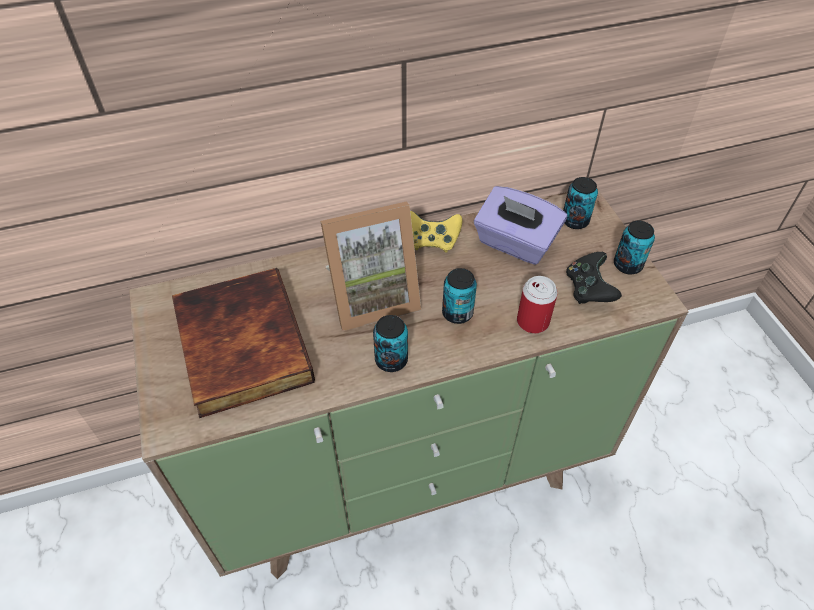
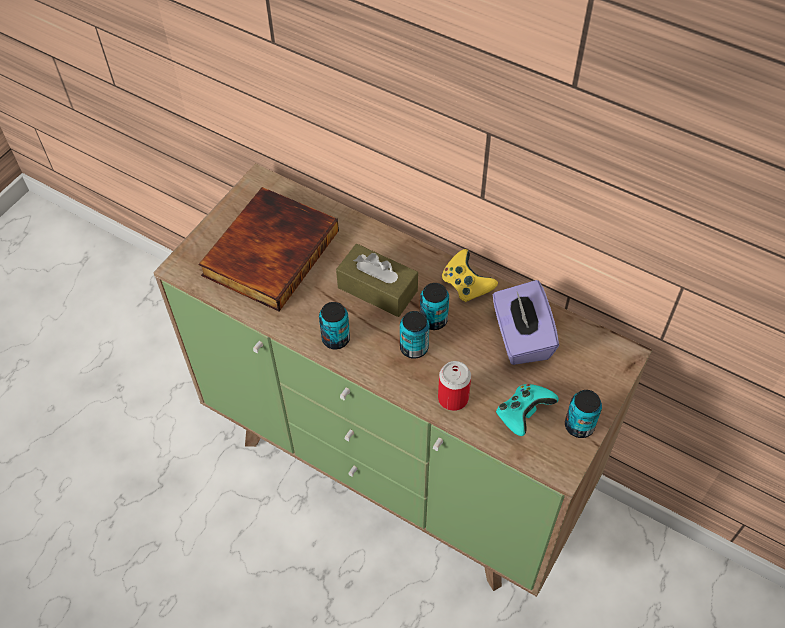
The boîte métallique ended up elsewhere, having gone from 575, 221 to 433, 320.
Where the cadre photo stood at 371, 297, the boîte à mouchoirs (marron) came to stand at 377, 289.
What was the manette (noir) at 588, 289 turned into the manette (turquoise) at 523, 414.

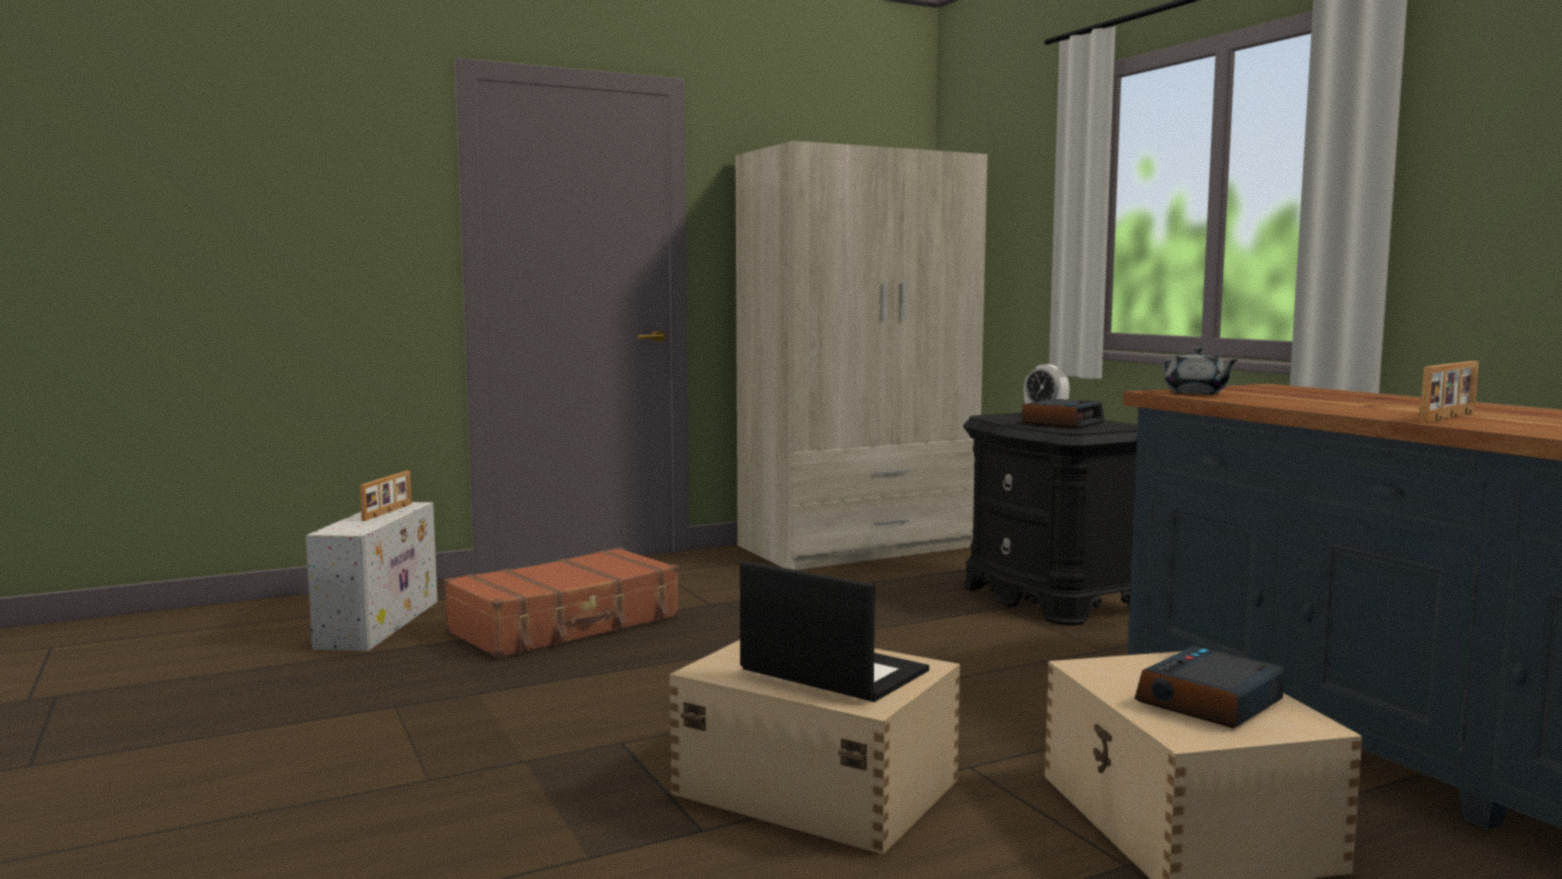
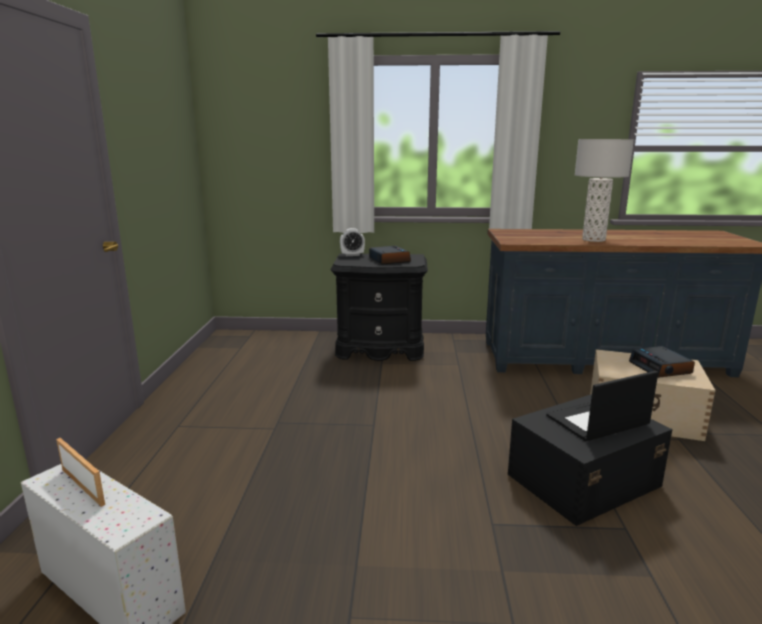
The second view lost the armoire (beige) at 859, 547.
The second view lost the théière (gris) at 1196, 393.
The second view lost the cadre photo at 1450, 417.
The second view lost the valise (marron) at 566, 625.
What was the boîte de rangement (beige) at 814, 786 turned into the boîte de rangement (noir) at 581, 480.
The second view gained the lampe de table (blanc) at 594, 239.

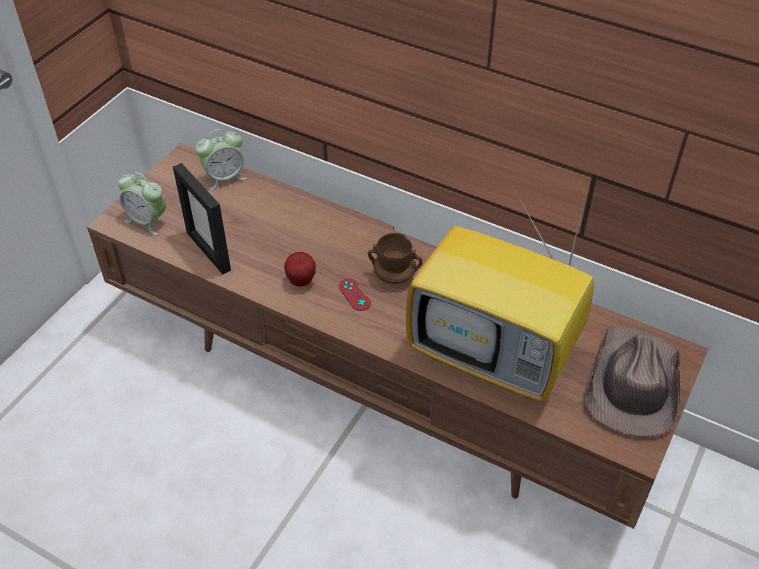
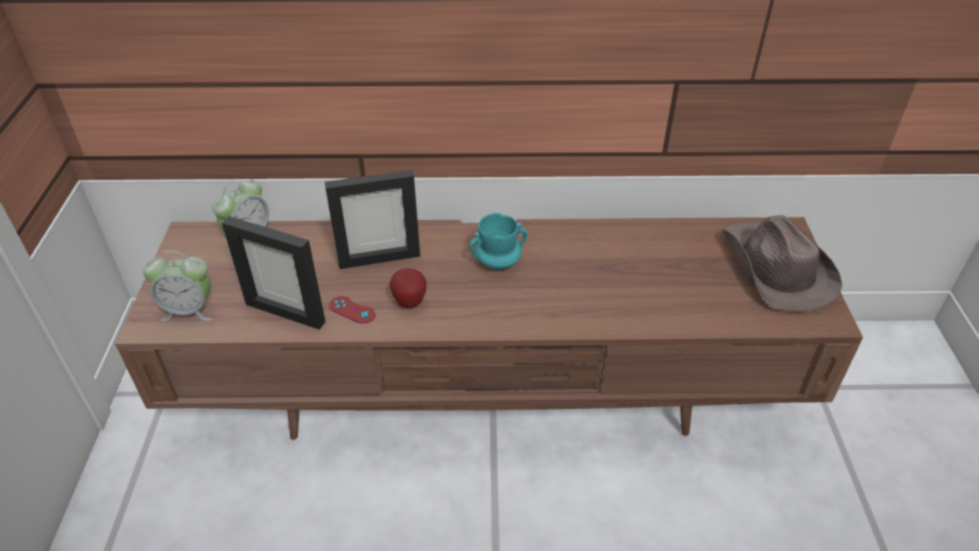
The second view lost the téléviseur at 496, 356.
What was the mug (marron) at 394, 276 turned into the mug (turquoise) at 498, 262.
The manette (rouge) ended up elsewhere, having gone from 354, 294 to 352, 310.
The second view gained the cadre photo at 379, 258.

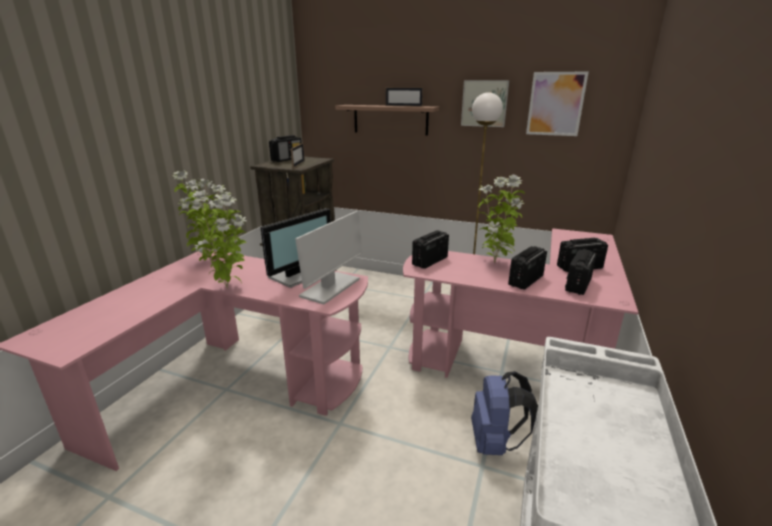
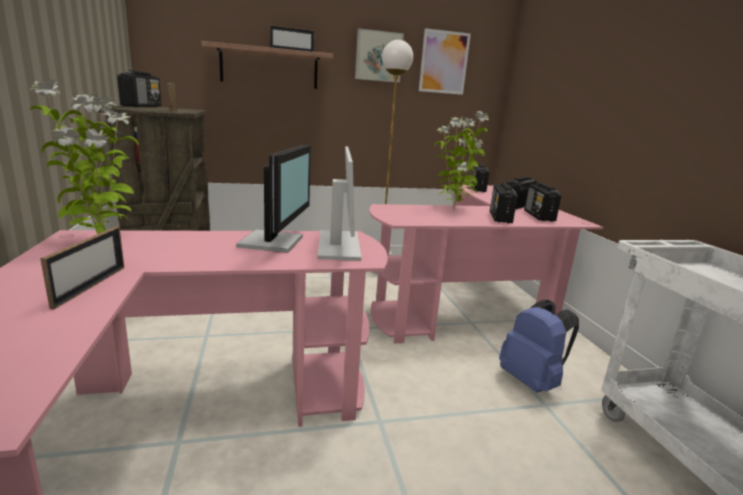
The second view lost the plante en pot at 229, 288.
The radio ended up elsewhere, having gone from 429, 261 to 477, 189.
The second view gained the cadre photo at 91, 286.

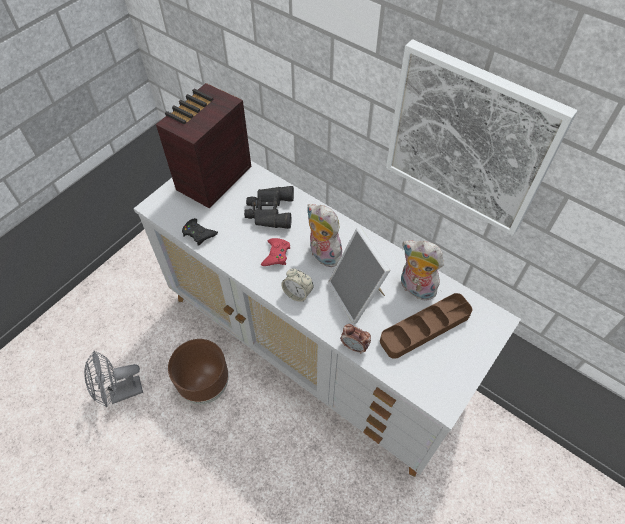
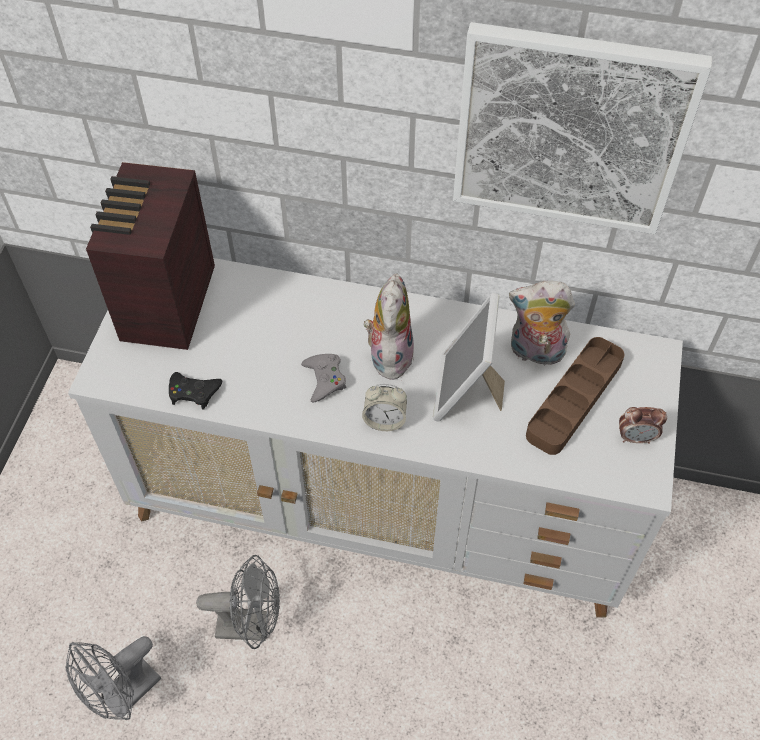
The second view lost the jumelles (noir) at 269, 211.
The peluche at 322, 254 ended up facing another way, 75 degrees clockwise from before.
The cadre photo at 358, 296 ended up facing another way, 60 degrees clockwise from before.
What was the manette (rouge) at 276, 255 turned into the manette (gris) at 324, 379.
The réveil ended up elsewhere, having gone from 354, 346 to 636, 438.
Where the cache-pot (marron) stood at 205, 385, the ventilateur (gris) came to stand at 251, 625.

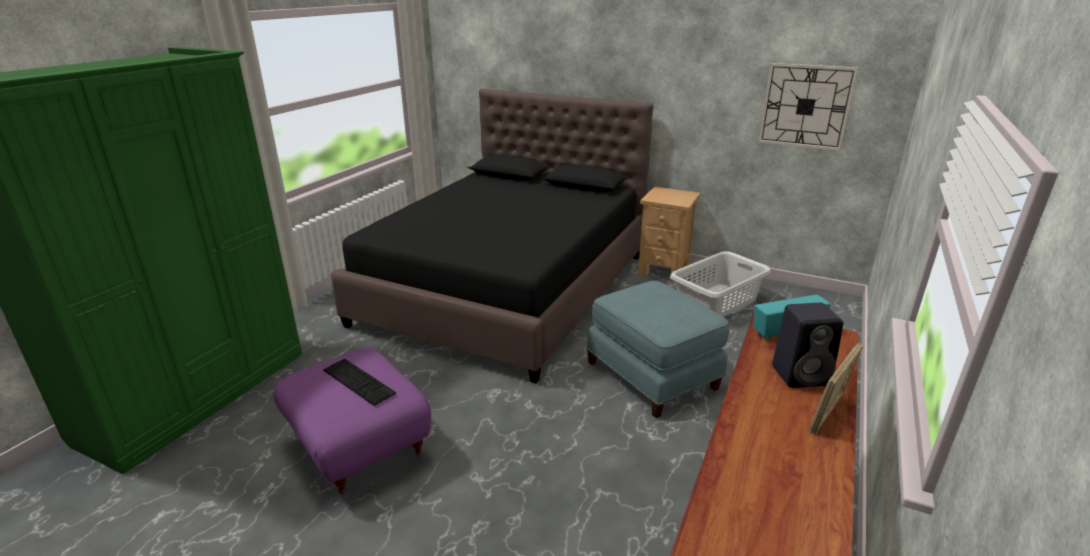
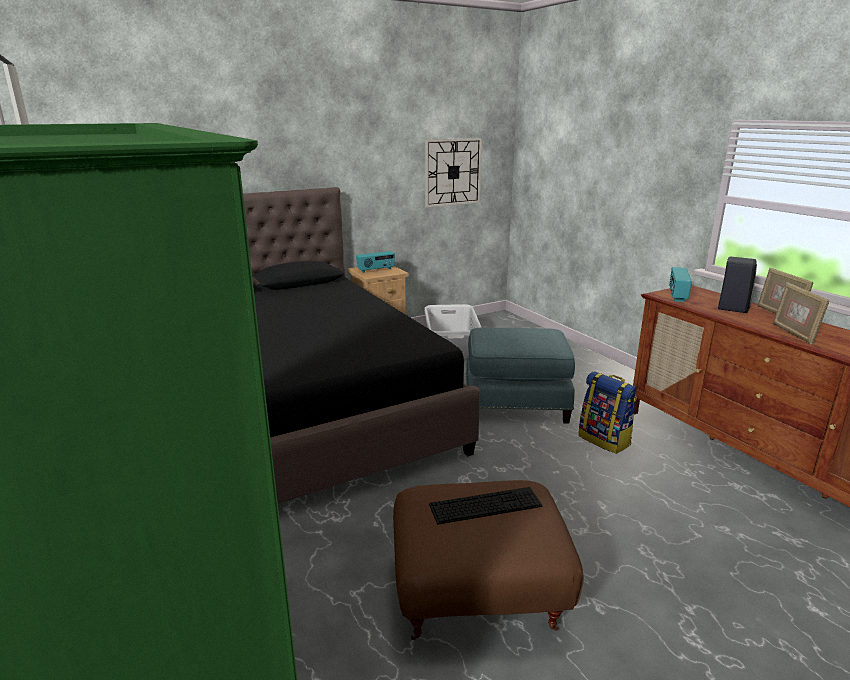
What was the pouf (violet) at 357, 449 turned into the pouf (marron) at 477, 597.
The second view gained the radio at 376, 270.
The second view gained the cadre photo at 793, 334.
The second view gained the sac à dos at 605, 440.

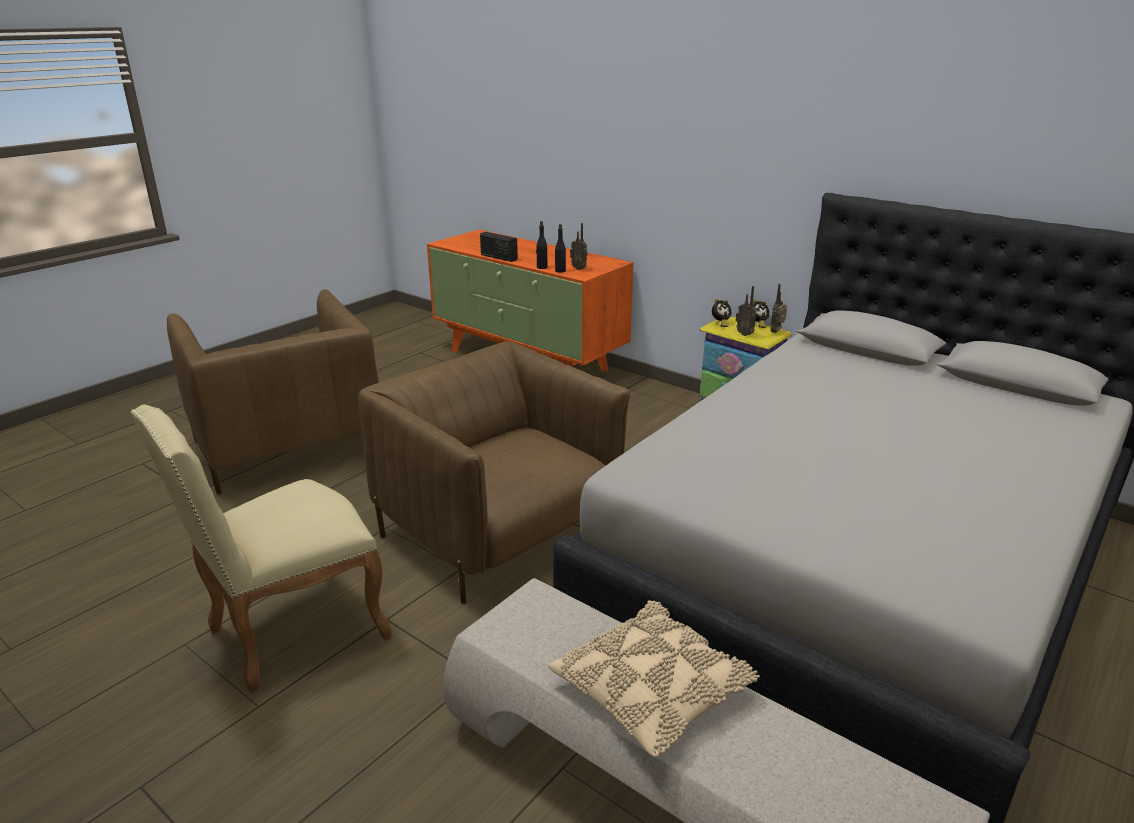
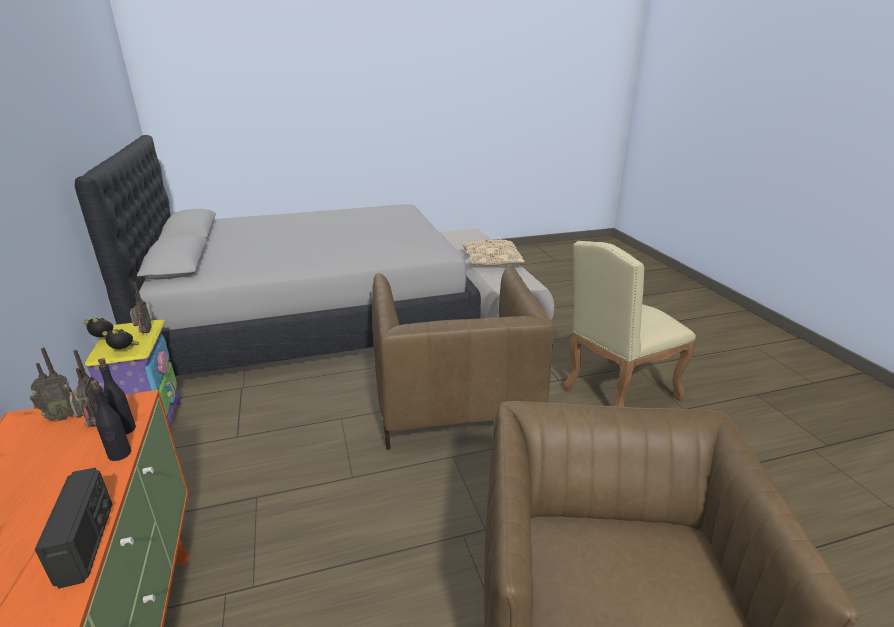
The radio ended up elsewhere, having gone from 777, 332 to 61, 417.
The chaise (beige) at 292, 631 ended up facing another way, 150 degrees clockwise from before.

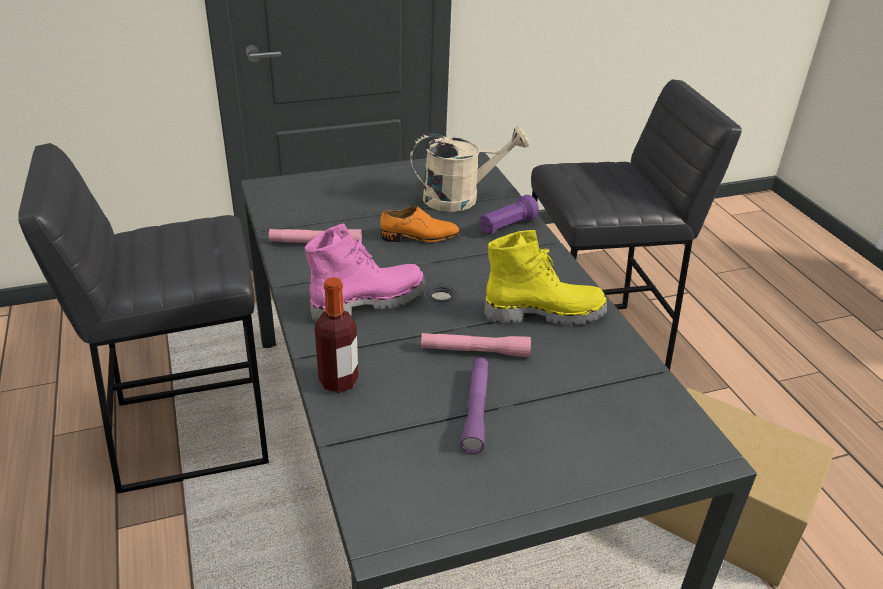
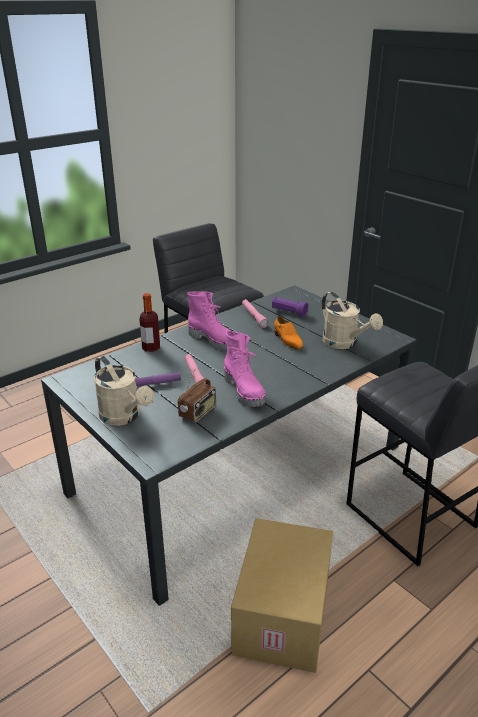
The lampe de poche (violet) ended up elsewhere, having gone from 506, 226 to 288, 312.
What was the botte (jaune) at 544, 313 turned into the botte (rose) at 245, 390.
The second view gained the arrosoir (beige) at 124, 417.
The second view gained the radio at 198, 412.

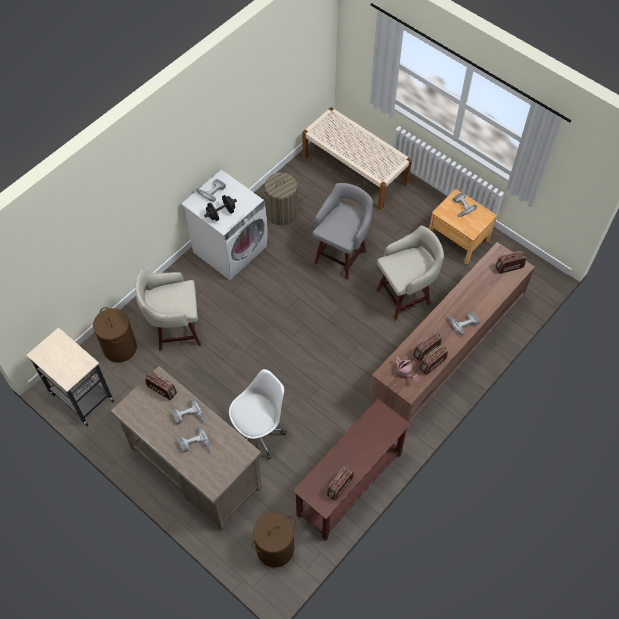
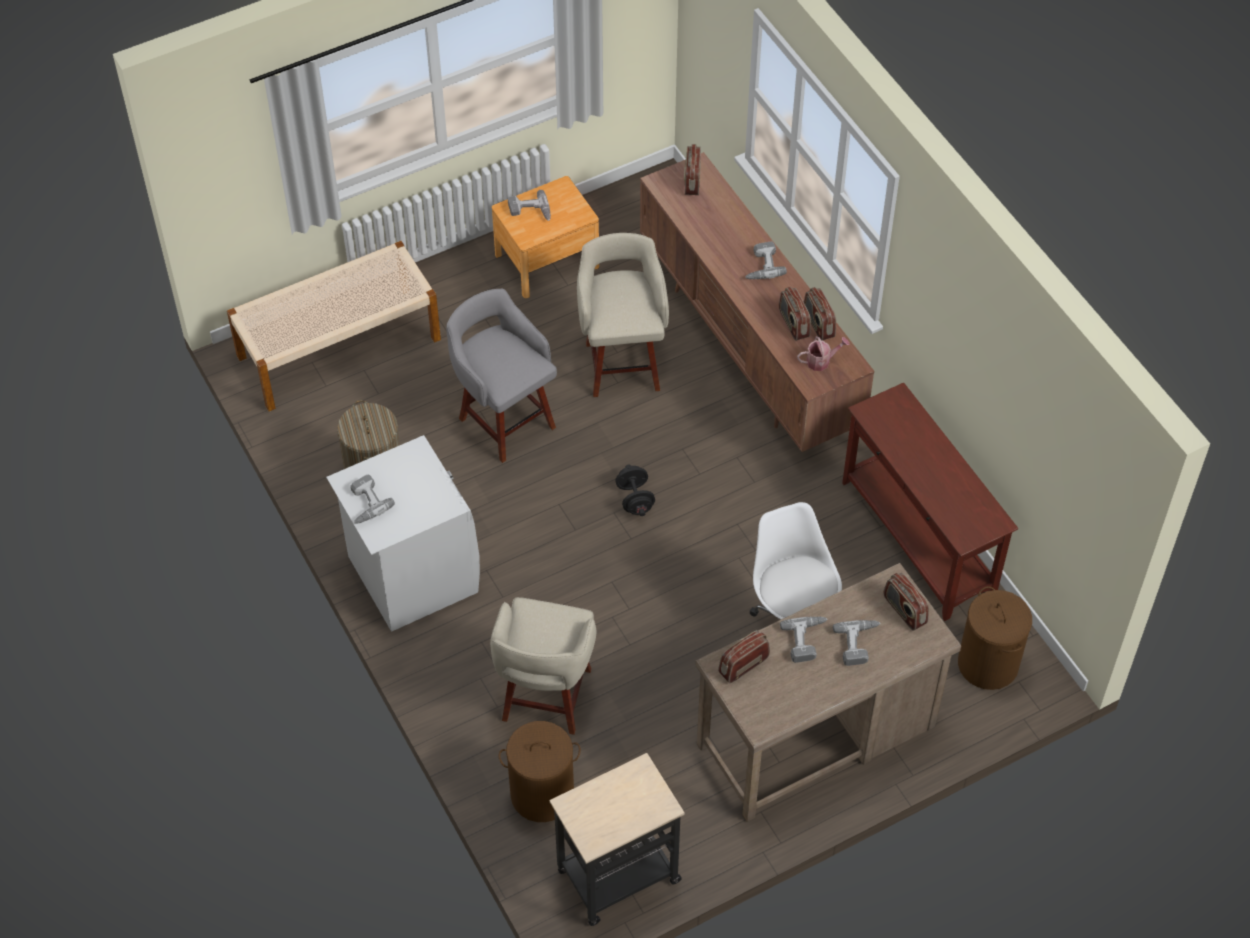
The haltère (noir) ended up elsewhere, having gone from 221, 213 to 635, 499.
The radio ended up elsewhere, having gone from 339, 486 to 904, 610.

